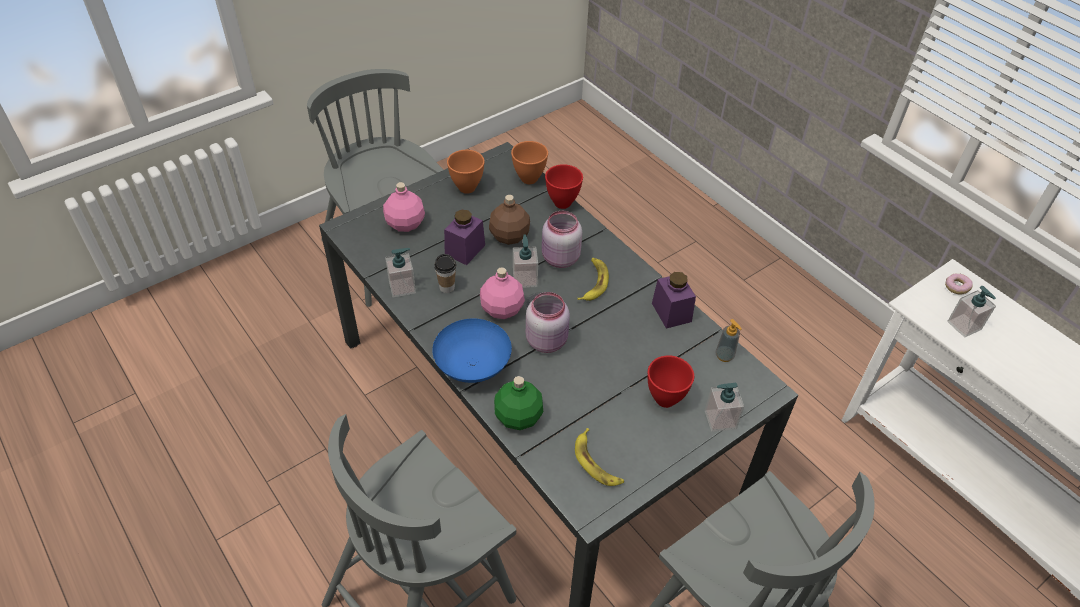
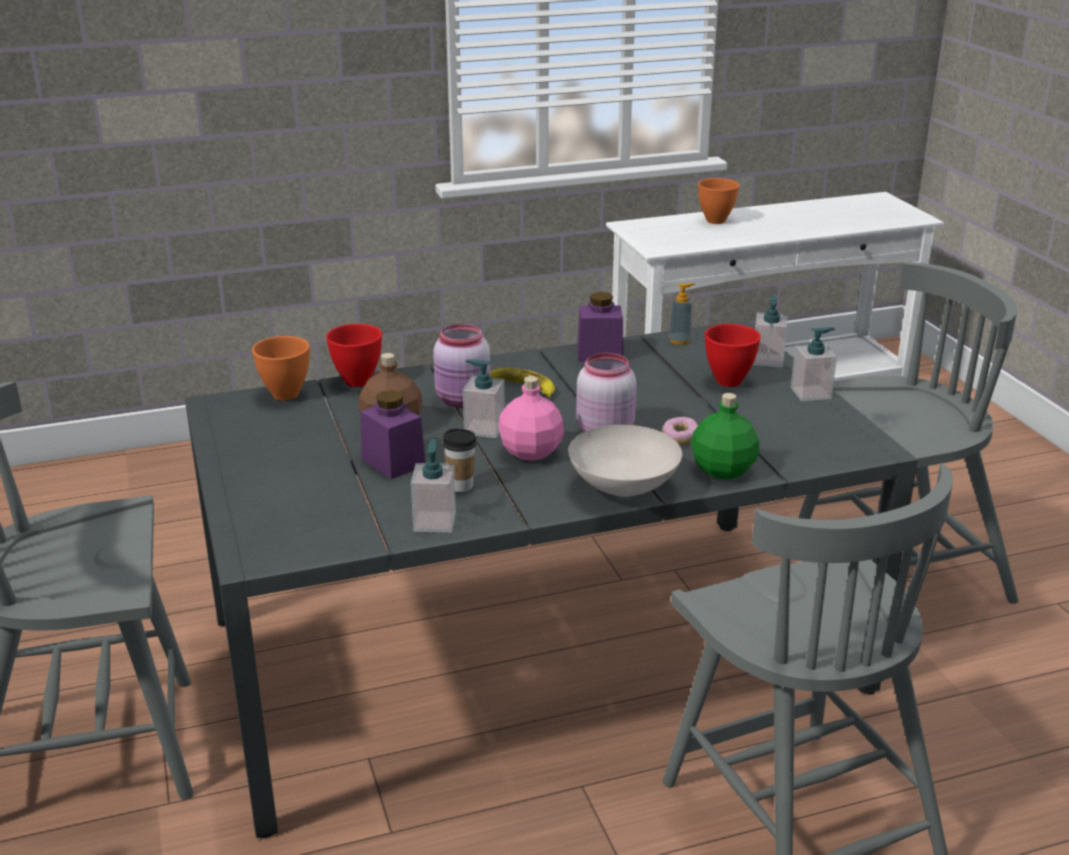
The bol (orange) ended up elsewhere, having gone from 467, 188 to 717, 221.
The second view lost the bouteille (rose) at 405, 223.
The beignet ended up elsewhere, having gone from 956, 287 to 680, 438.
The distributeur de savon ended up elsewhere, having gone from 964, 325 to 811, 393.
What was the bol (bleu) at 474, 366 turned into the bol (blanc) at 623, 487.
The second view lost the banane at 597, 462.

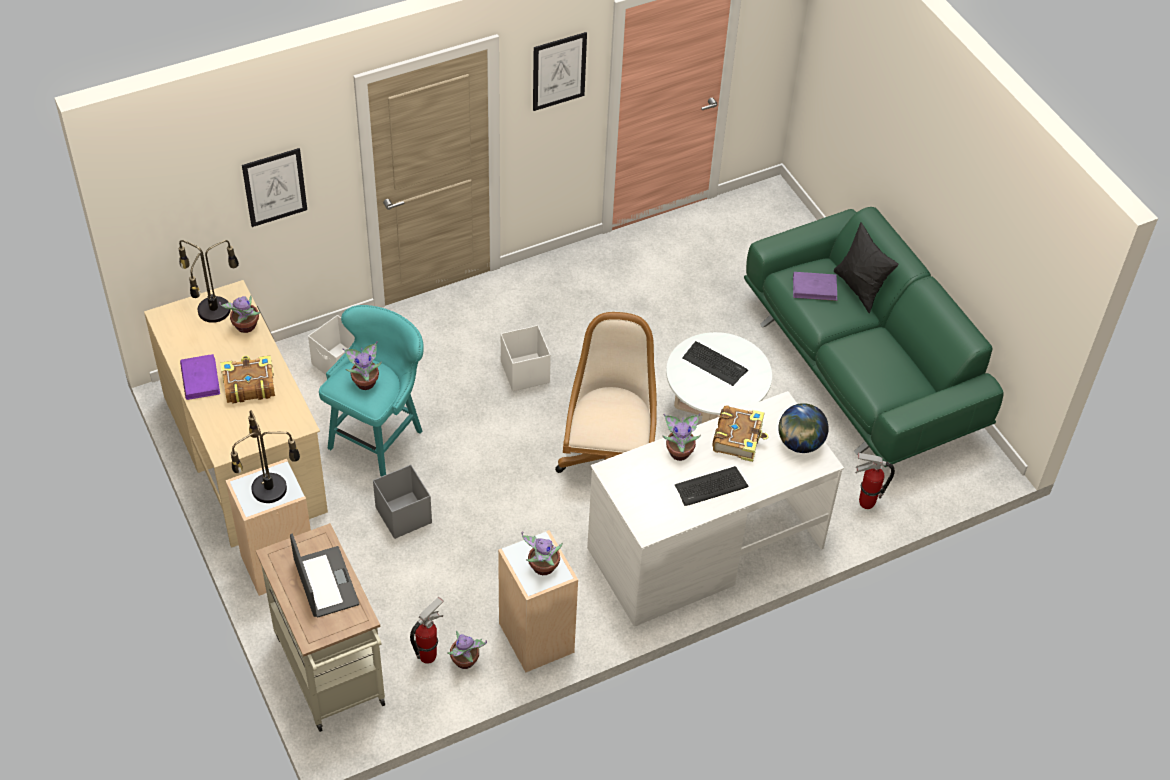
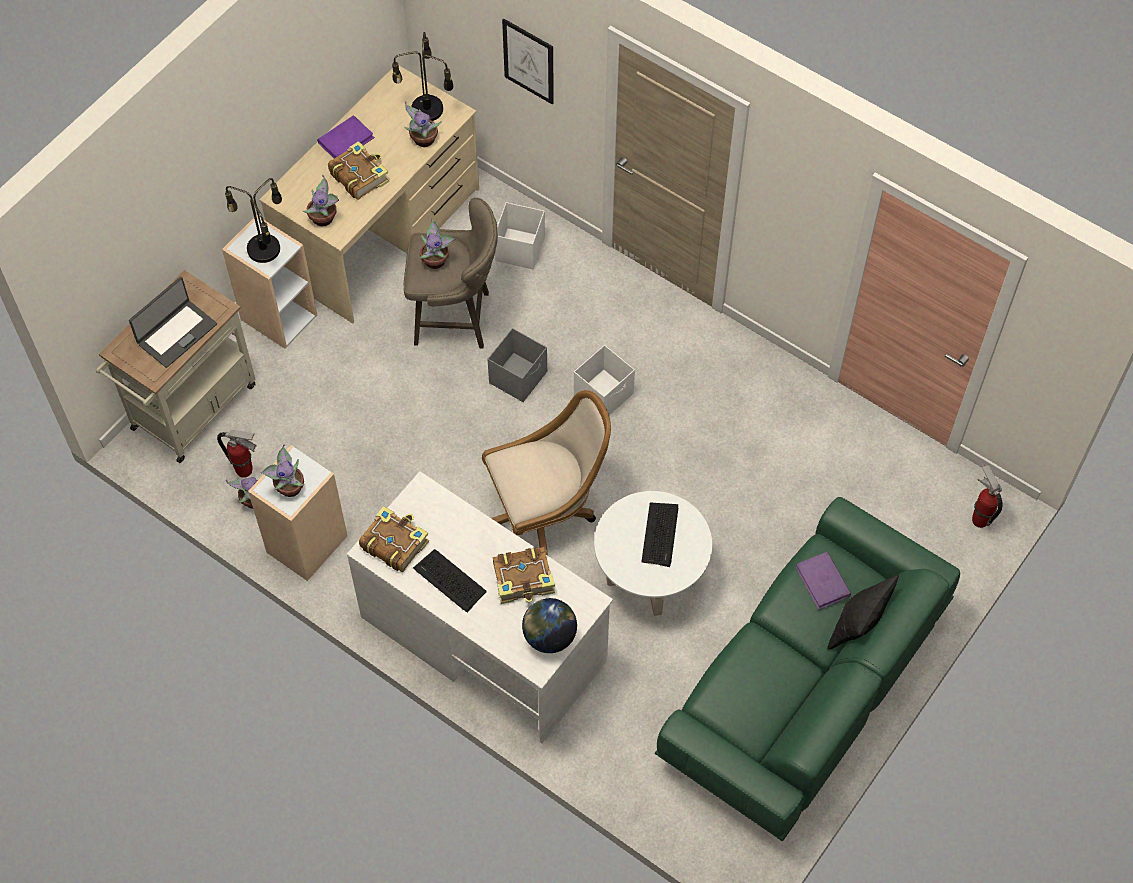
The second view lost the tableau at 559, 71.
What was the tabouret (turquoise) at 378, 436 turned into the tabouret (beige) at 456, 318.
The plante en pot ended up elsewhere, having gone from 679, 451 to 324, 218.
The extincteur ended up elsewhere, having gone from 866, 503 to 979, 520.
The boîte de rangement (gris) ended up elsewhere, having gone from 403, 514 to 519, 377.
The second view gained the livre at 394, 543.

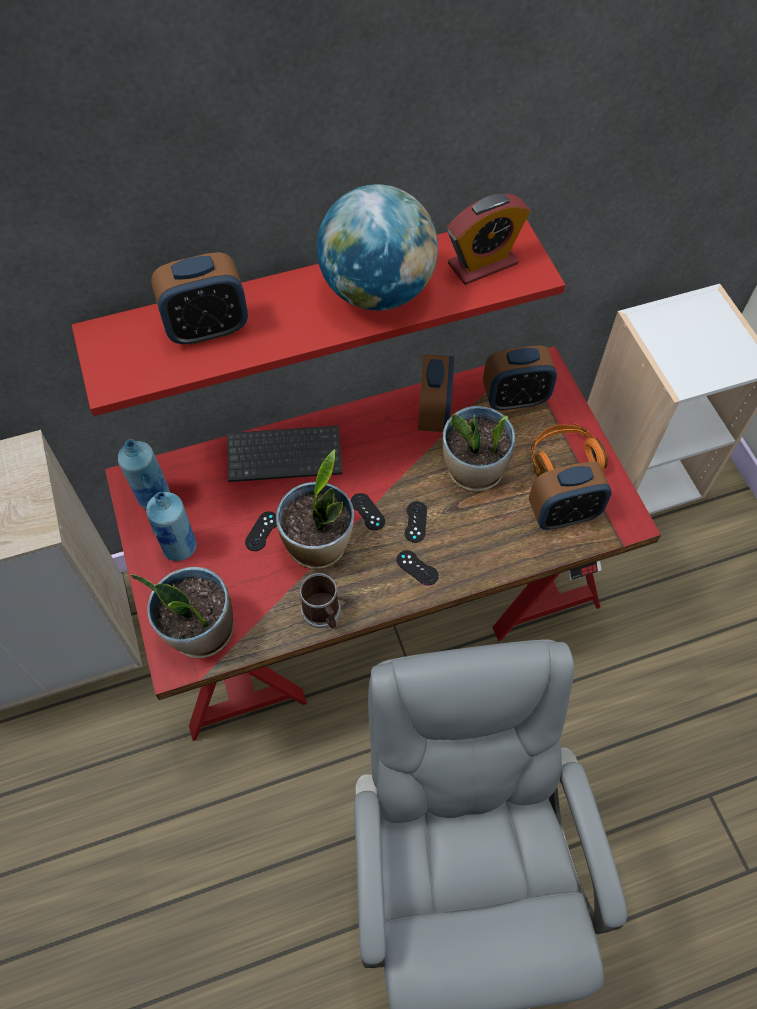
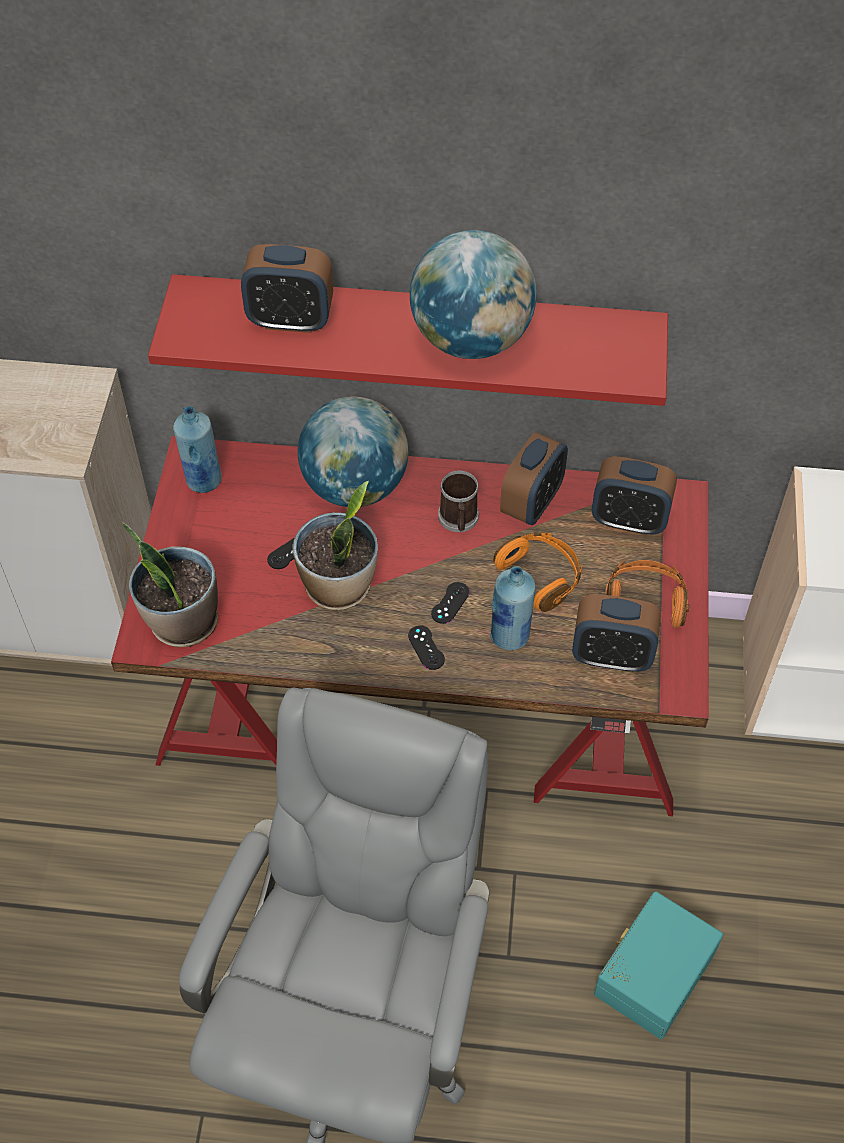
The second view lost the réveil at 482, 264.
Where the plante en pot stood at 474, 471, the casque audio (orange) came to stand at 541, 576.
Where the clavier stood at 286, 453, the globe came to stand at 355, 486.
The bouteille (bleu) ended up elsewhere, having gone from 180, 547 to 510, 636.
The second view lost the manette (noir) at 367, 511.
The mug ended up elsewhere, having gone from 323, 613 to 458, 520.
The second view gained the boîte de rangement (turquoise) at 652, 971.

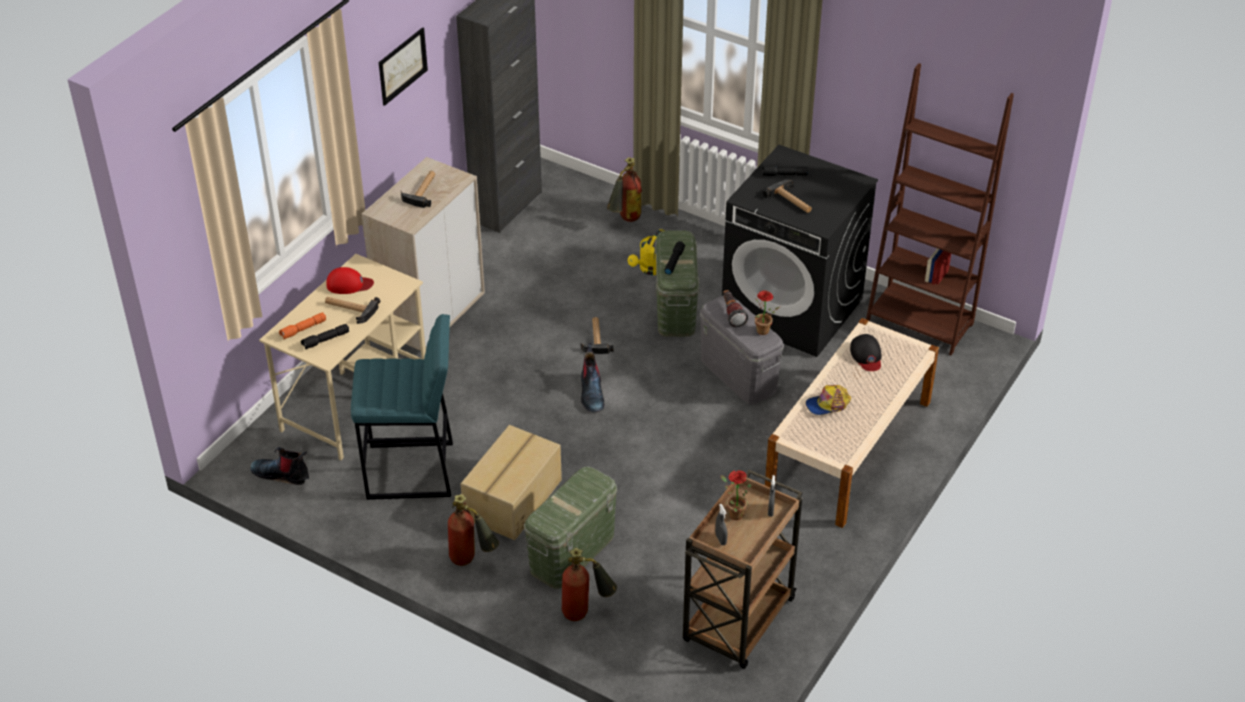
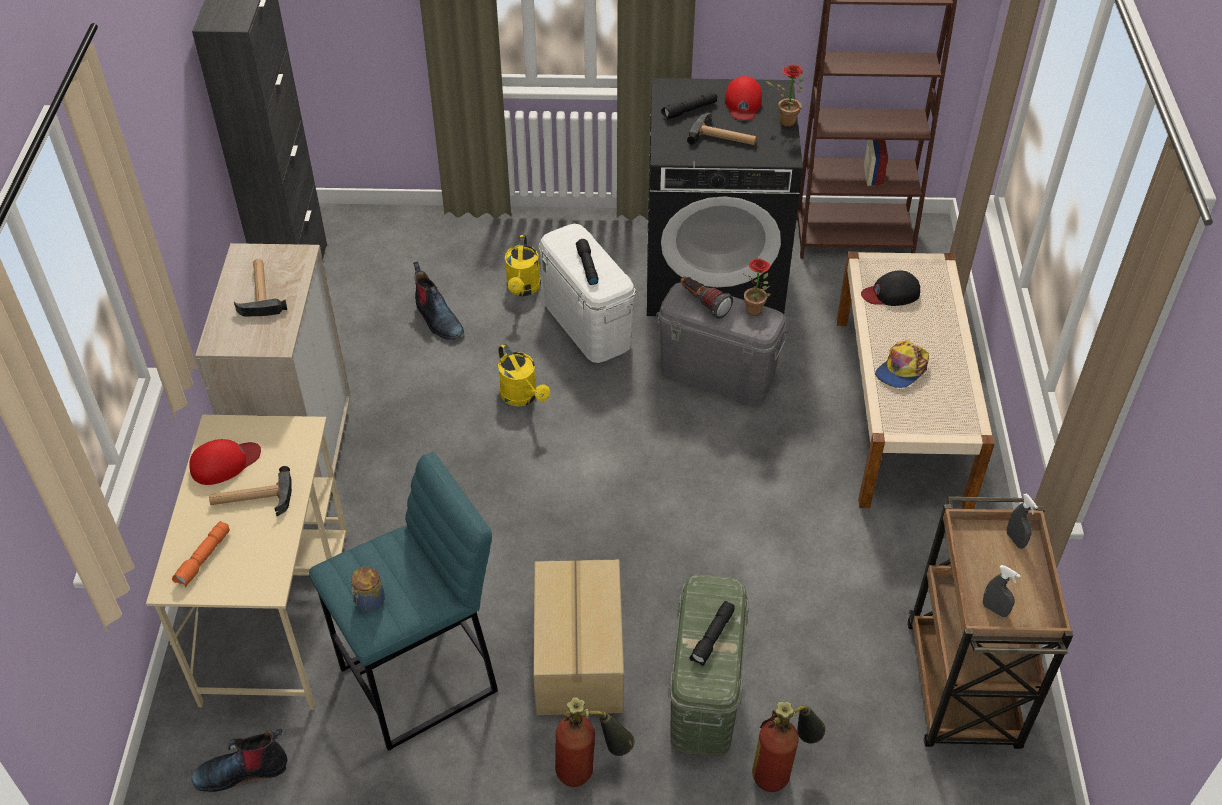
The second view lost the tableau at 402, 66.
The second view lost the extincteur at 625, 221.
What was the boîte de rangement (vert) at 675, 309 turned into the boîte de rangement (blanc) at 587, 324.
Where the marteau stood at 596, 338, the arrosoir (jaune) came to stand at 523, 397.
The lampe de poche (noir) ended up elsewhere, having gone from 325, 340 to 713, 638.
The casquette (noir) at 866, 355 ended up facing another way, 120 degrees clockwise from before.
The botte ended up elsewhere, having gone from 591, 393 to 437, 319.
The plante en pot ended up elsewhere, having gone from 733, 513 to 784, 122.
The second view gained the casquette (rouge) at 743, 103.
The second view gained the bocal at 369, 602.

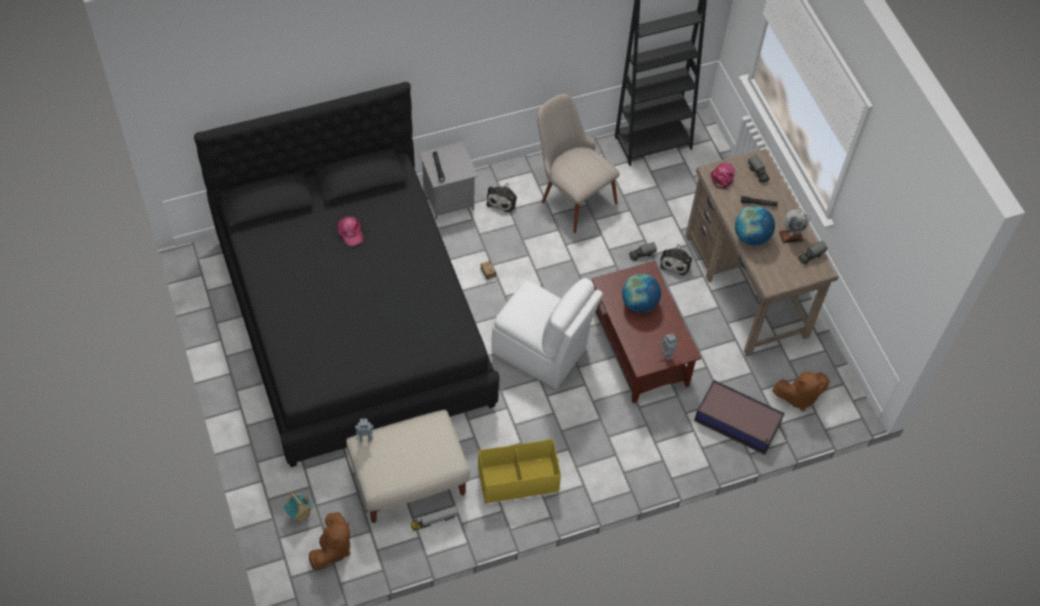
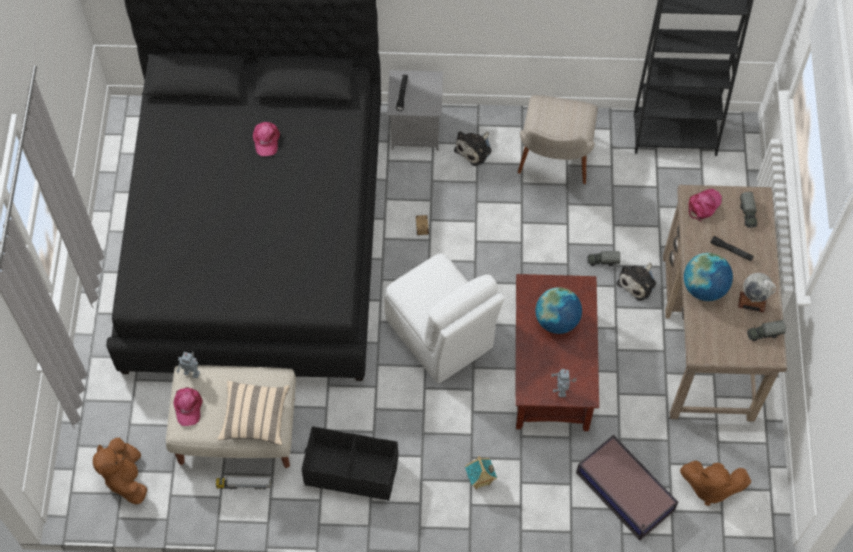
The chaise (beige) at 571, 194 ended up facing another way, 150 degrees counterclockwise from before.
What was the boîte de rangement (jaune) at 517, 479 turned into the boîte de rangement (noir) at 351, 471.
The maison miniature ended up elsewhere, having gone from 300, 516 to 480, 481.
The peluche (marron) at 332, 549 ended up facing another way, 120 degrees clockwise from before.
The second view gained the coussin (beige) at 255, 417.
The second view gained the casquette (rose) at 188, 406.

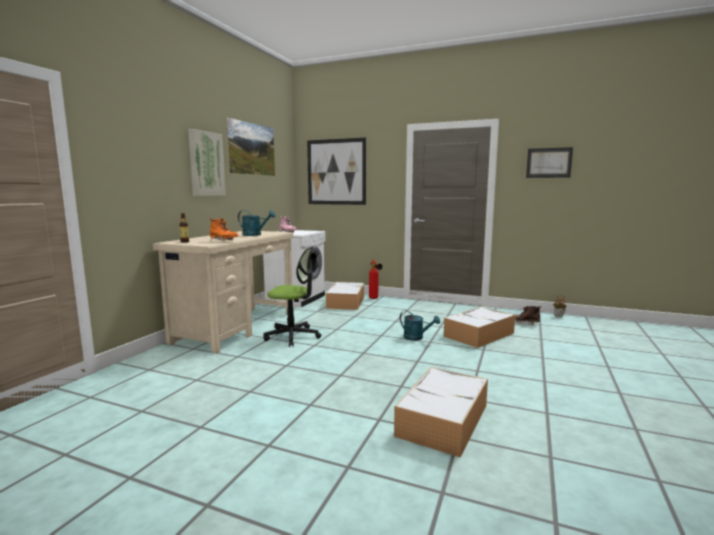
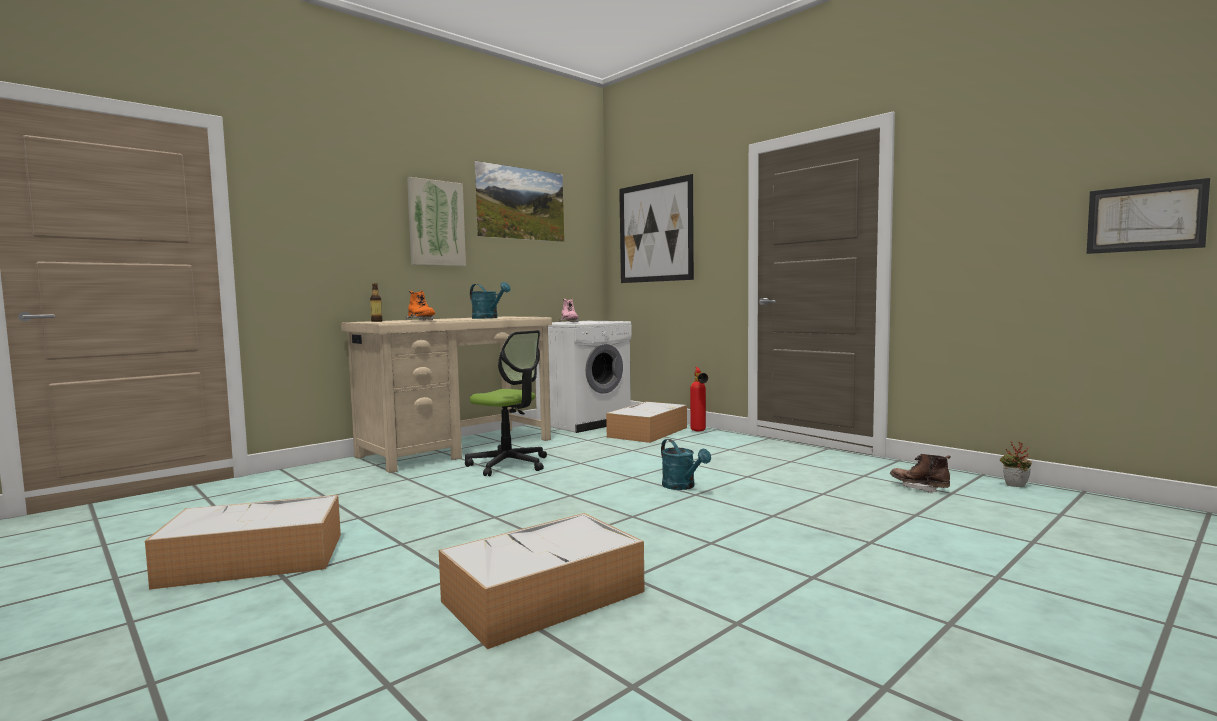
The tableau ended up elsewhere, having gone from 548, 163 to 1145, 218.
The boîte de rangement ended up elsewhere, having gone from 478, 335 to 251, 560.

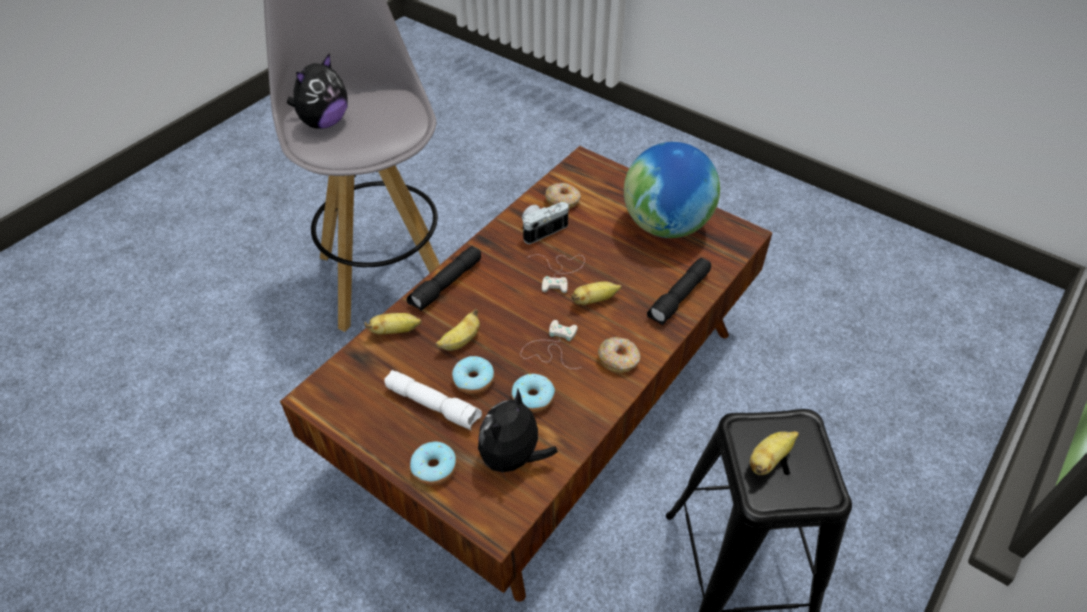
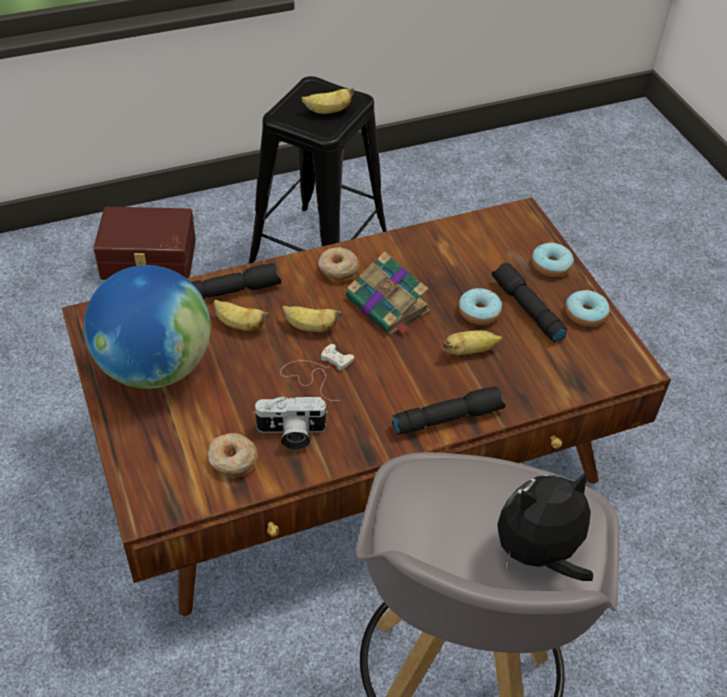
The banane ended up elsewhere, having gone from 395, 331 to 239, 325.
Where the manette (blanc) stood at 551, 347, the livre came to stand at 388, 306.
What was the lampe de poche (blanc) at 434, 405 turned into the lampe de poche (noir) at 526, 309.
The beignet ended up elsewhere, having gone from 533, 398 to 585, 314.
The second view lost the peluche at 513, 458.
The second view gained the boîte de rangement (marron) at 148, 260.

